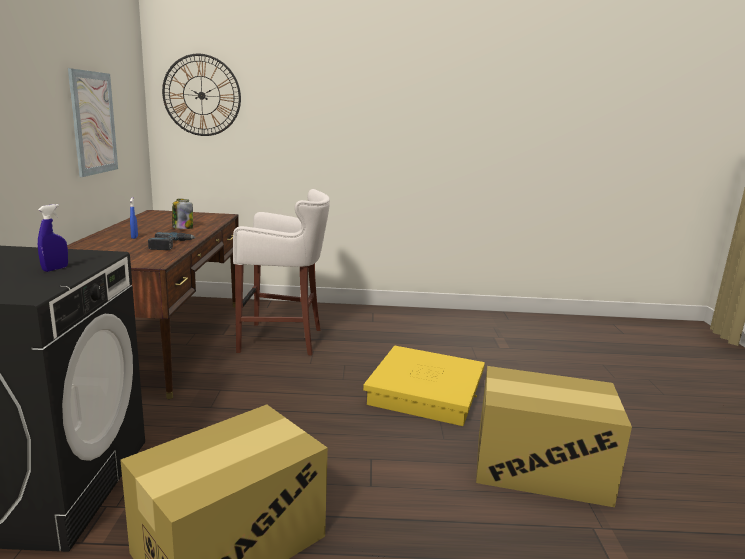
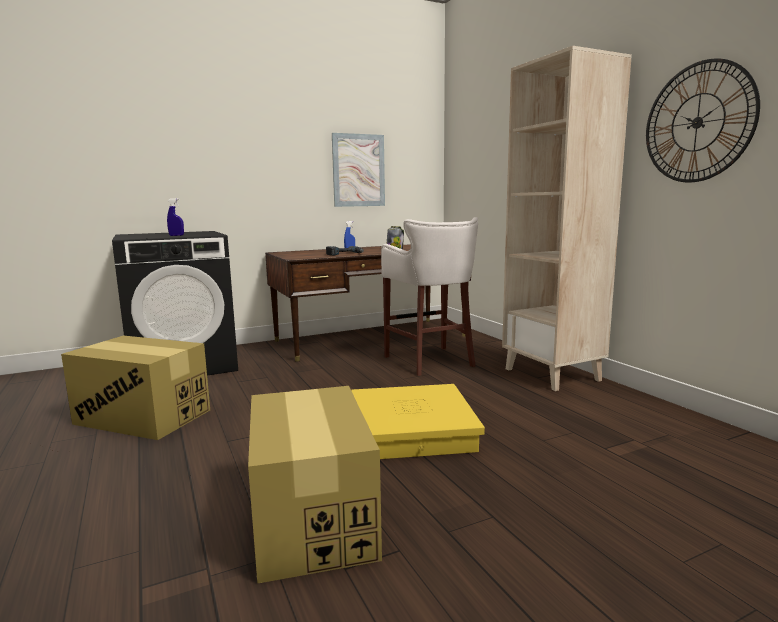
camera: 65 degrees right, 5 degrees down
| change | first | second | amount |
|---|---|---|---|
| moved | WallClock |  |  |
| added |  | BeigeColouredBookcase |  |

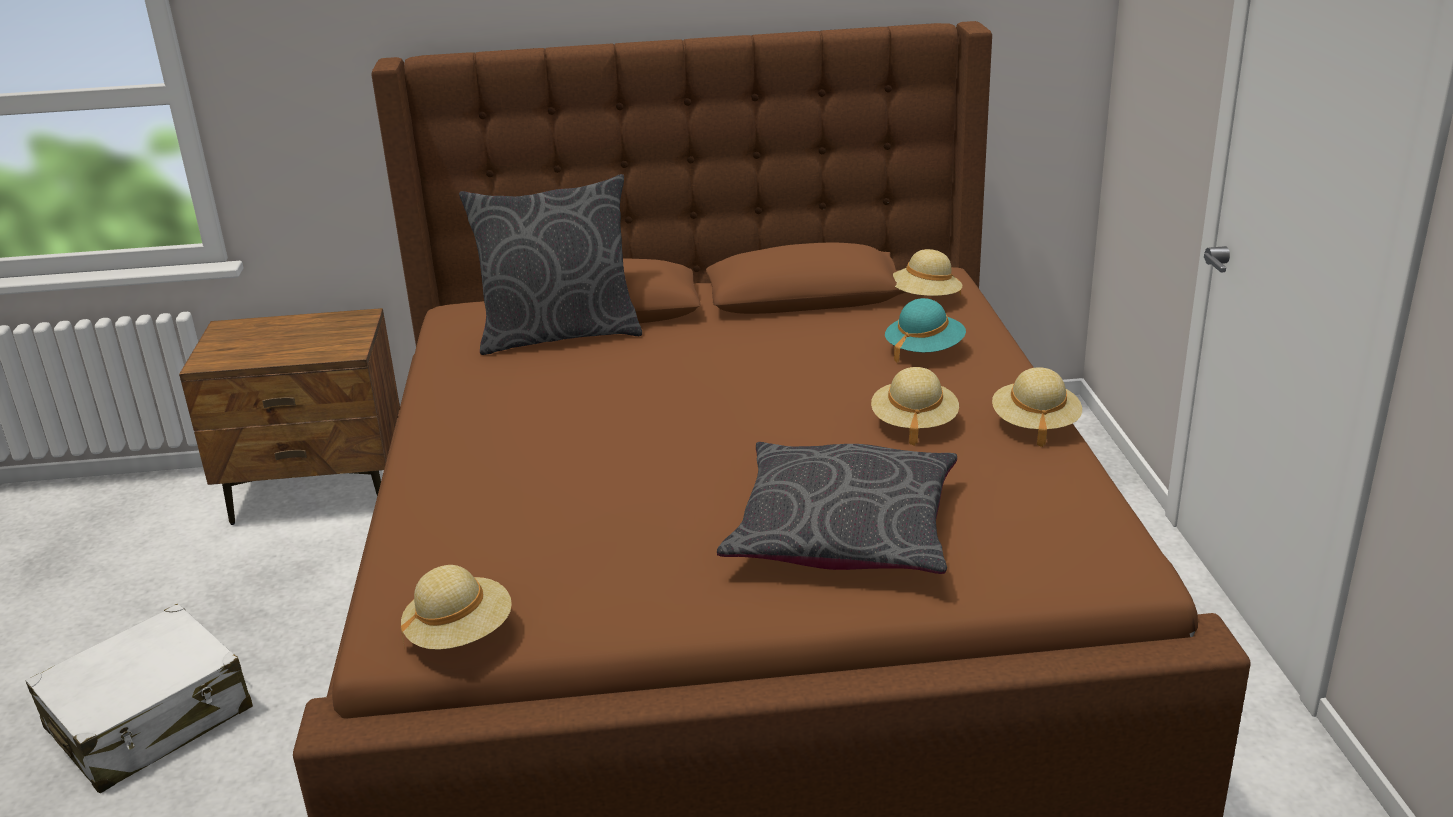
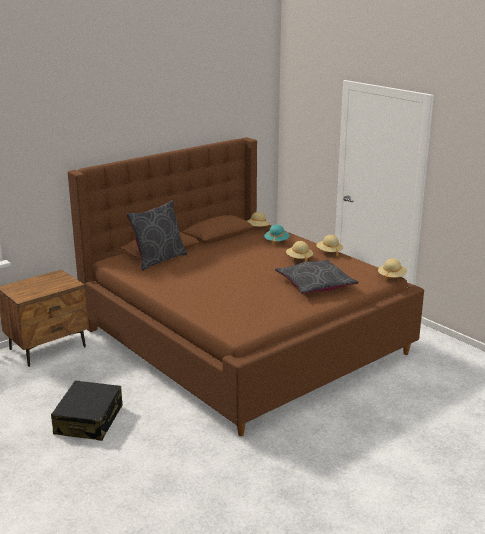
camera: 35 degrees left, 5 degrees down
| change | first | second | amount |
|---|---|---|---|
| moved | BeigeColouredClothingHat (1st from left in the first image) | BeigeColouredClothingHat (4th from left) |  |
| recoloured | WhiteSuitcase | BlackColouredSuitcase |  |

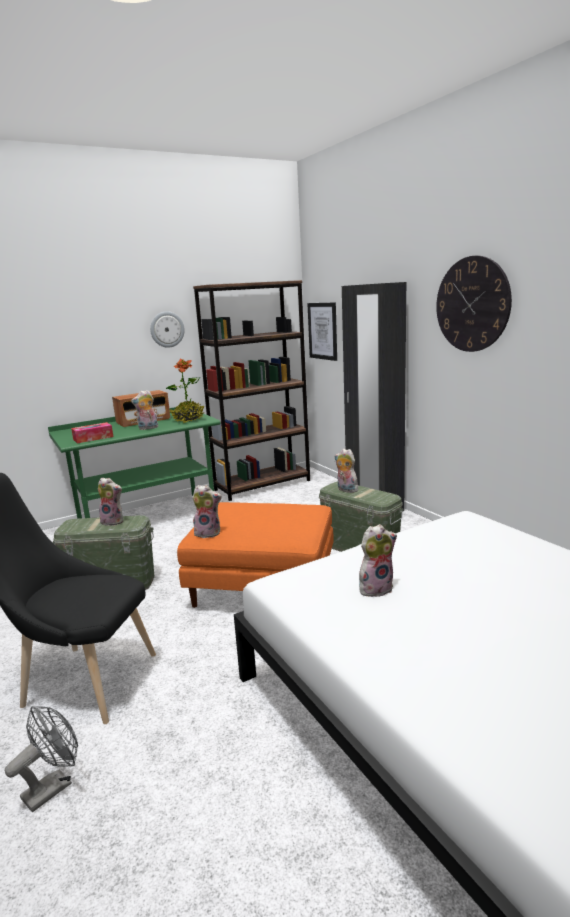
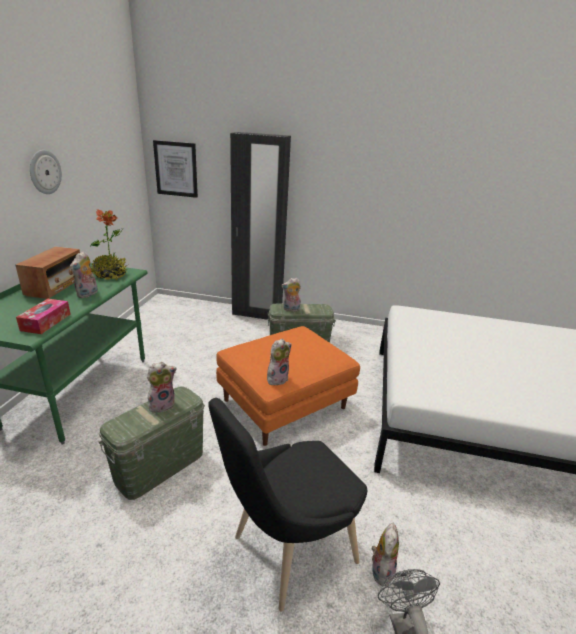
camera: 50 degrees left, 10 degrees up
| change | first | second | amount |
|---|---|---|---|
| removed | WallClock (2nd from left) |  |  |
| removed | BrownishBookcase |  |  |
| moved | CuddlyToy (5th from left) |  |  |

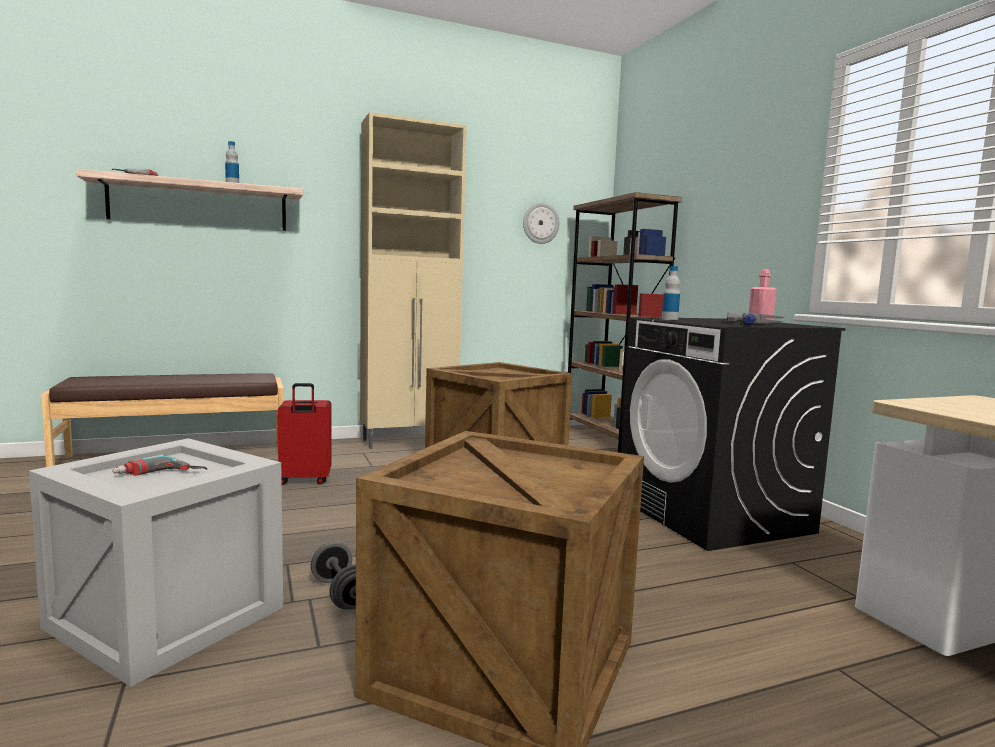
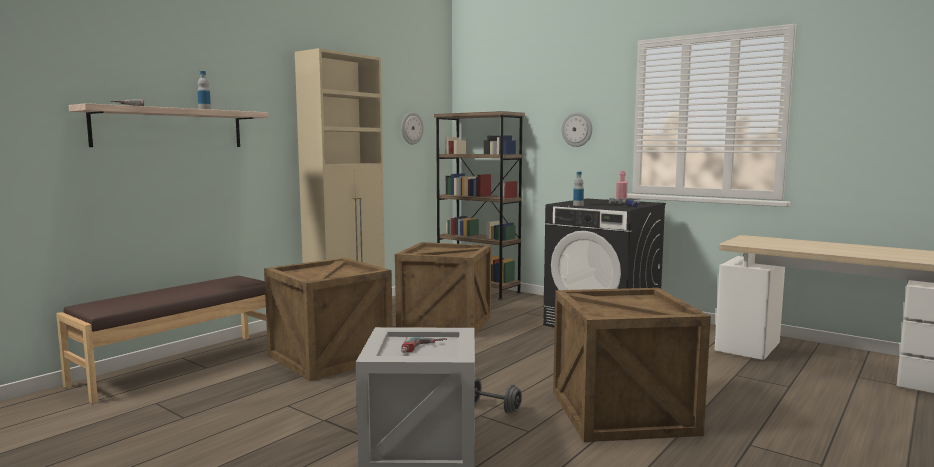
camera: 30 degrees left, 0 degrees up
| change | first | second | amount |
|---|---|---|---|
| replaced | ReddishSuitcase | Crate (1st from left) |  |
| added |  | WallClock (2nd from left) |  |

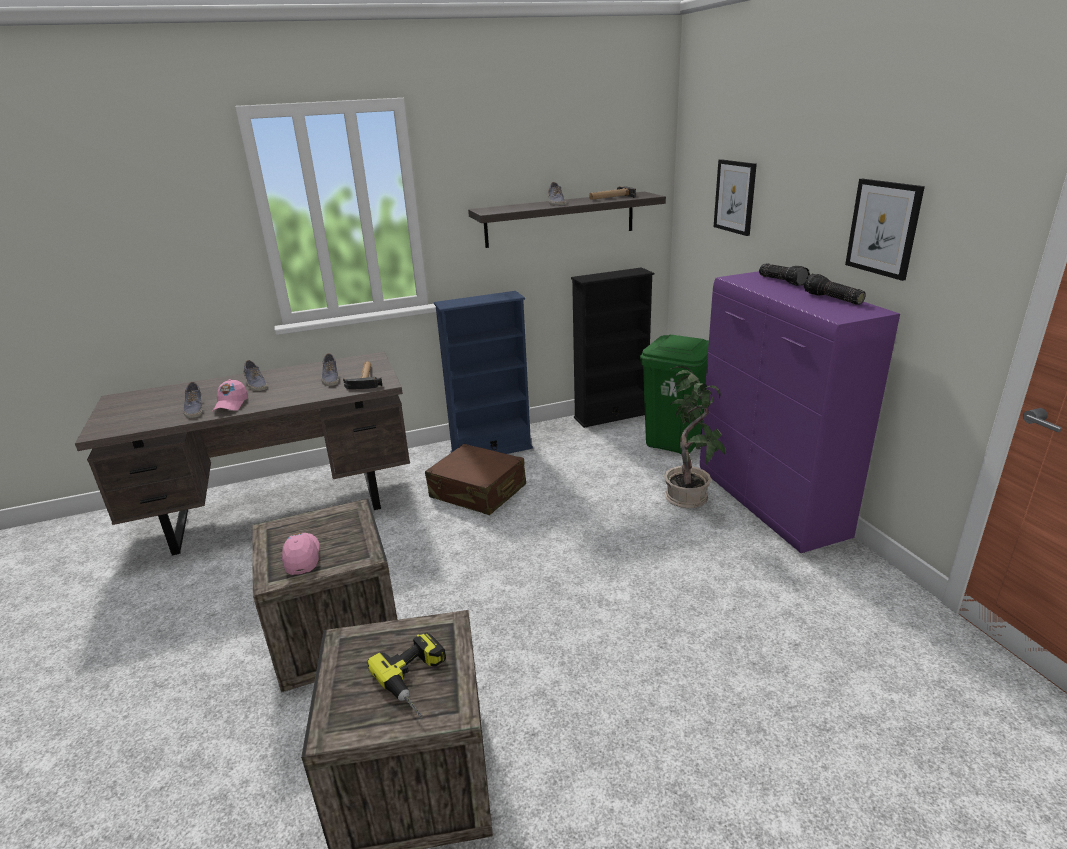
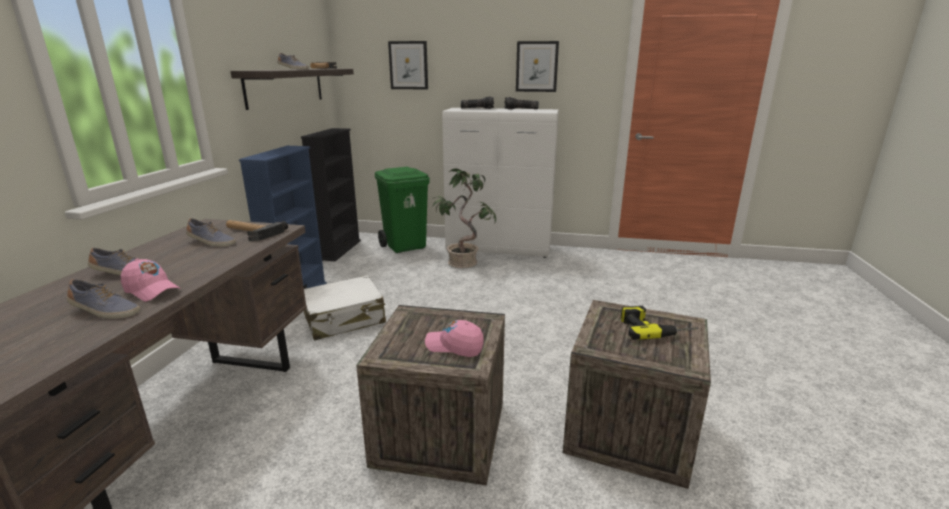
camera: 60 degrees left, 5 degrees down
| change | first | second | amount |
|---|---|---|---|
| recoloured | PurpleStorageCabinet | WhiteStorageCabinet |  |
| recoloured | BrownishSuitcase | WhiteSuitcase |  |

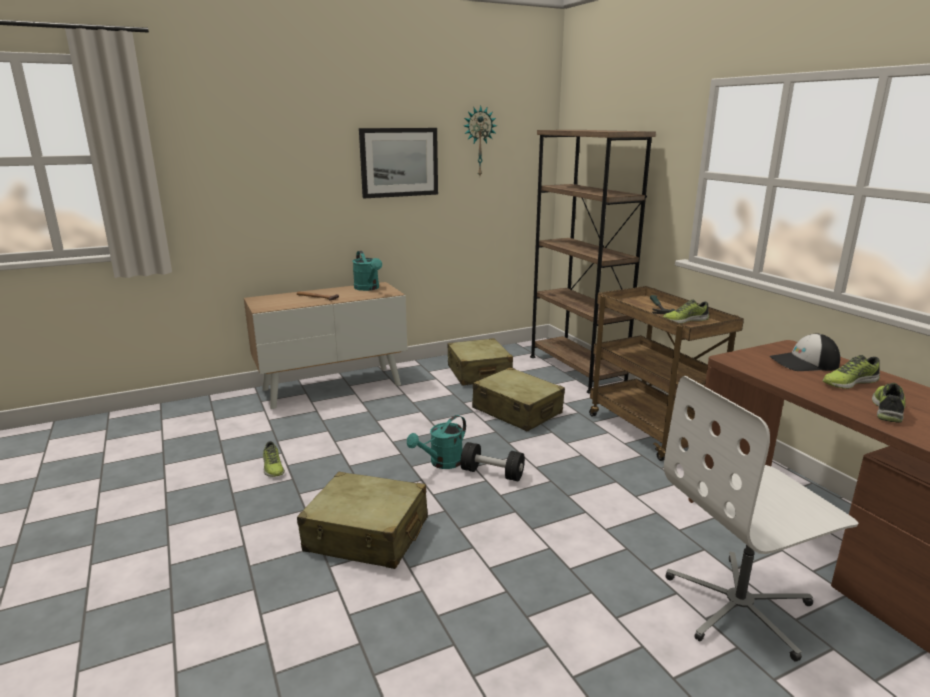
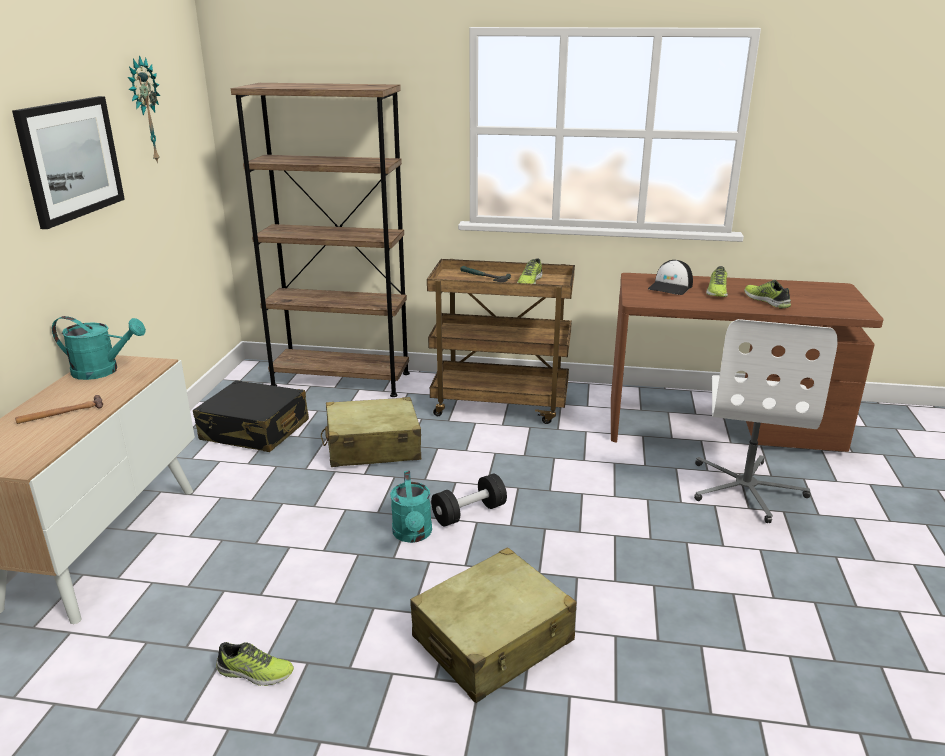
camera: 55 degrees left, 5 degrees up
| change | first | second | amount |
|---|---|---|---|
| recoloured | BeigeColouredSuitcase (2nd from left) | BlackColouredSuitcase |  |

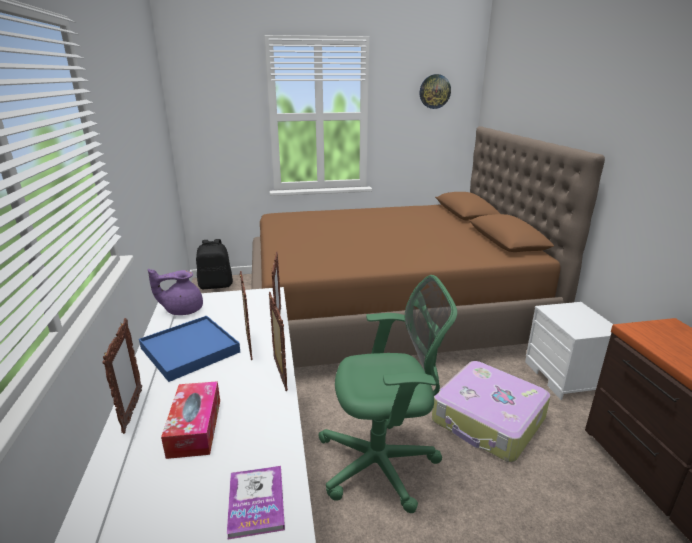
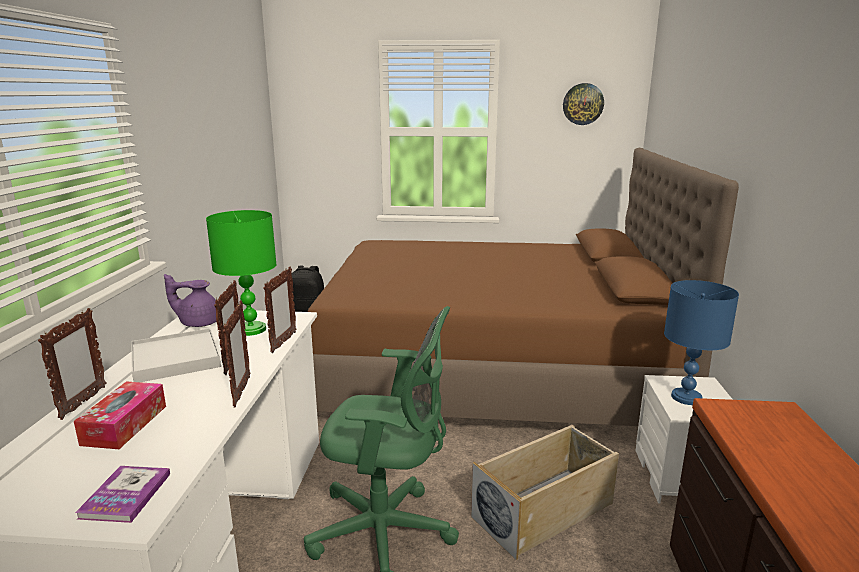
camera: 15 degrees right, 5 degrees down
| change | first | second | amount |
|---|---|---|---|
| recoloured | BlueColouredTray | WhiteTray |  |
| replaced | Suitcase | BeigeColouredStorageBox |  |
| added |  | GreenTableLamp |  |
| added |  | BlueColouredTableLamp |  |

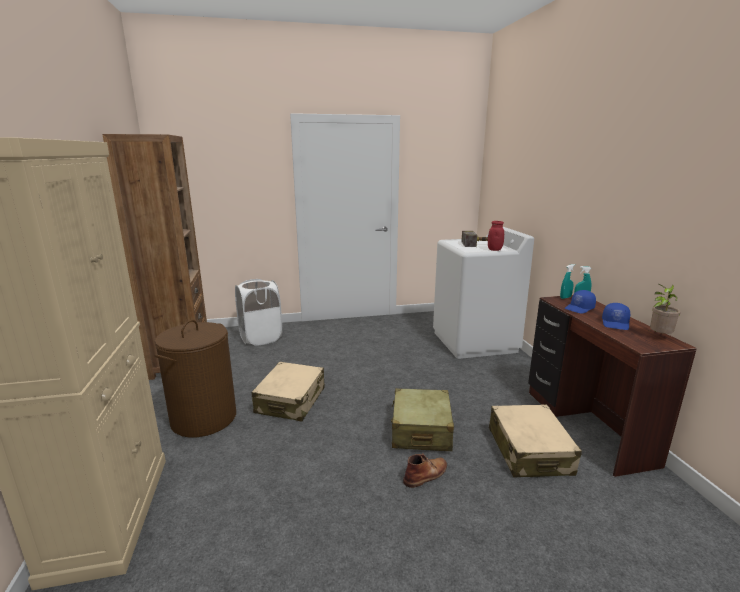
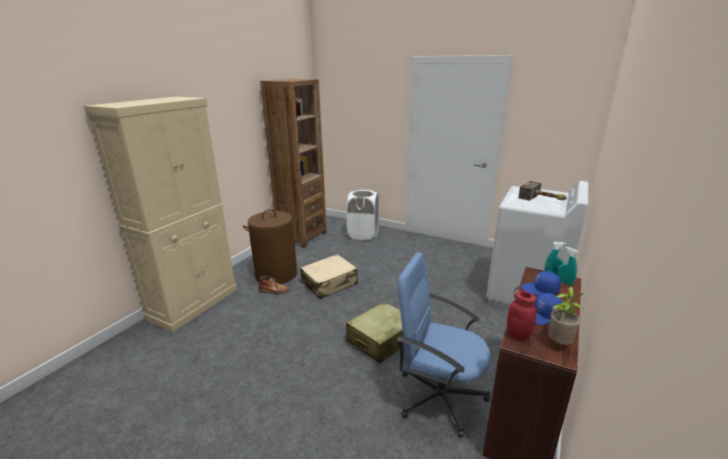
camera: 40 degrees right, 5 degrees up
| change | first | second | amount |
|---|---|---|---|
| moved | ReddishJar |  |  |
| replaced | BeigeColouredSuitcase (3rd from left) | BlueColouredComputerChair |  |
| moved | BrownishHighTopBoot |  |  |

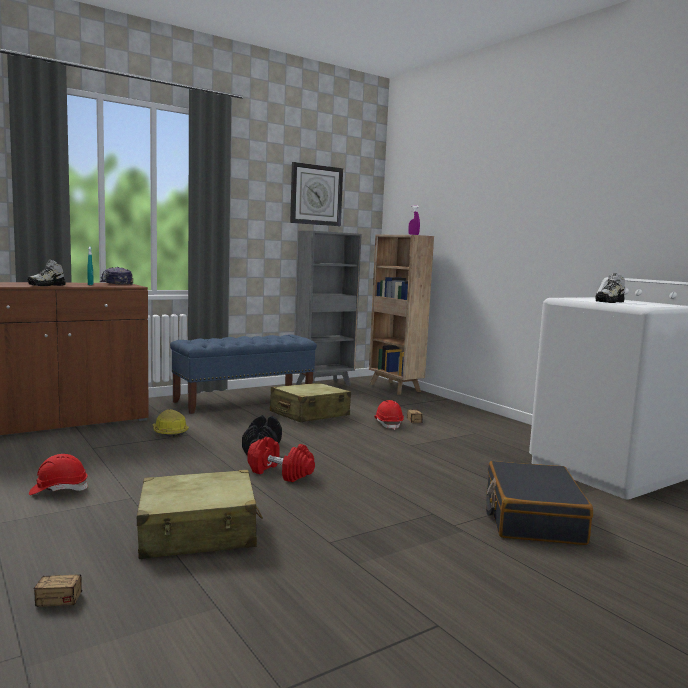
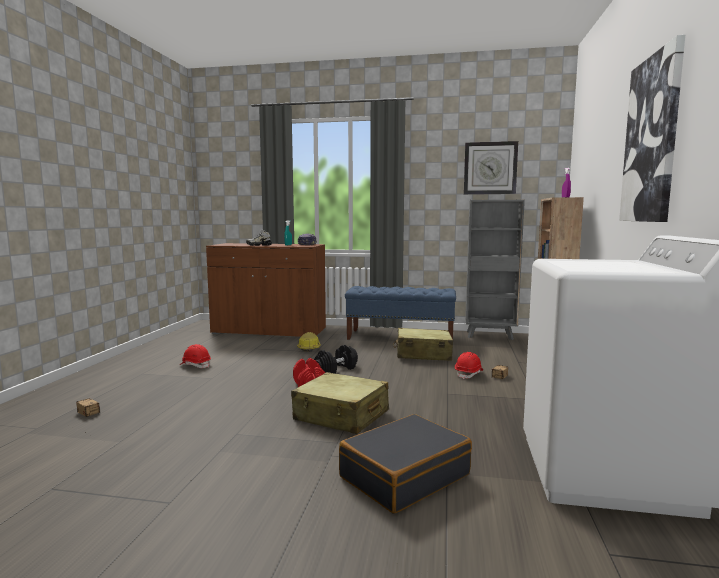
camera: 45 degrees right, 0 degrees up
| change | first | second | amount |
|---|---|---|---|
| removed | ItemOfFootwear (2nd from left) |  |  |
| moved | BeigeColouredSuitcase (1st from left) |  |  |
| added |  | WallArt |  |

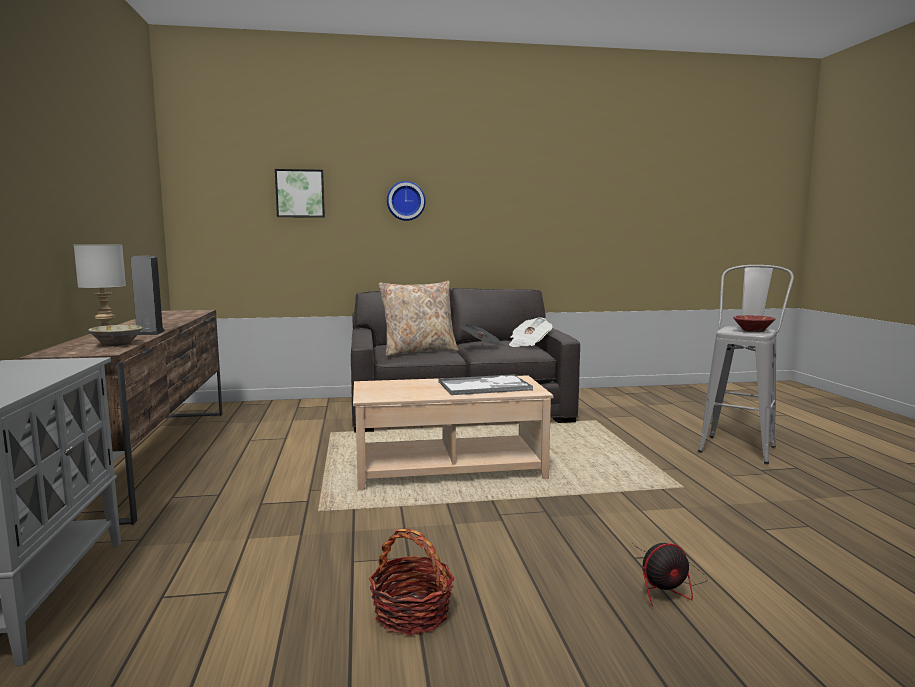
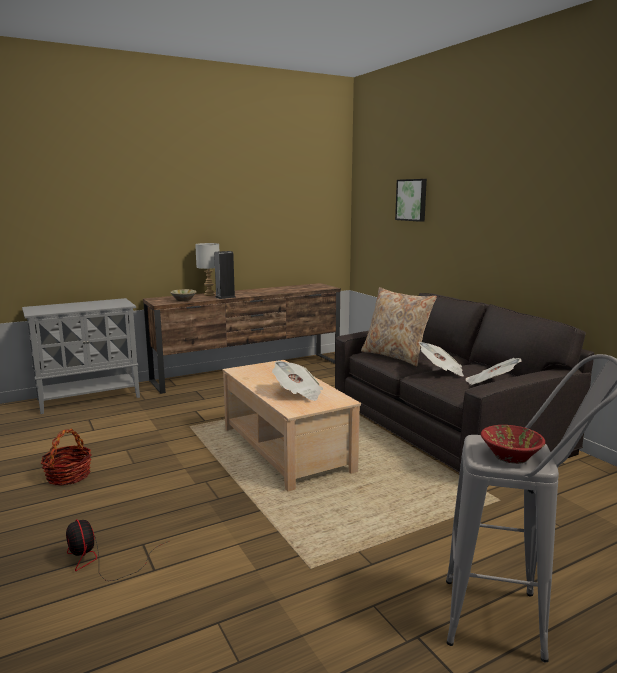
camera: 70 degrees right, 5 degrees up
| change | first | second | amount |
|---|---|---|---|
| removed | WallClock |  |  |
| replaced | Tray | DailyPaper (1st from left) |  |

